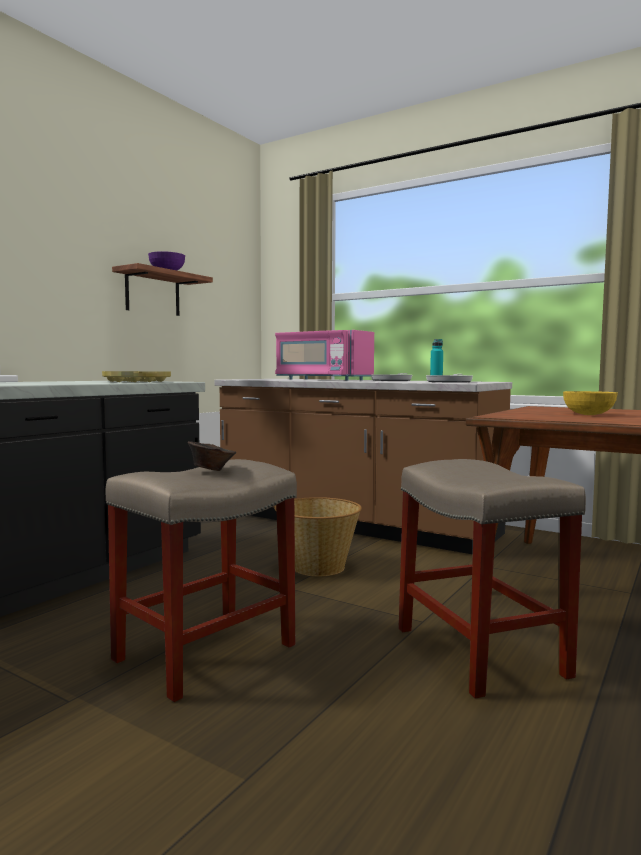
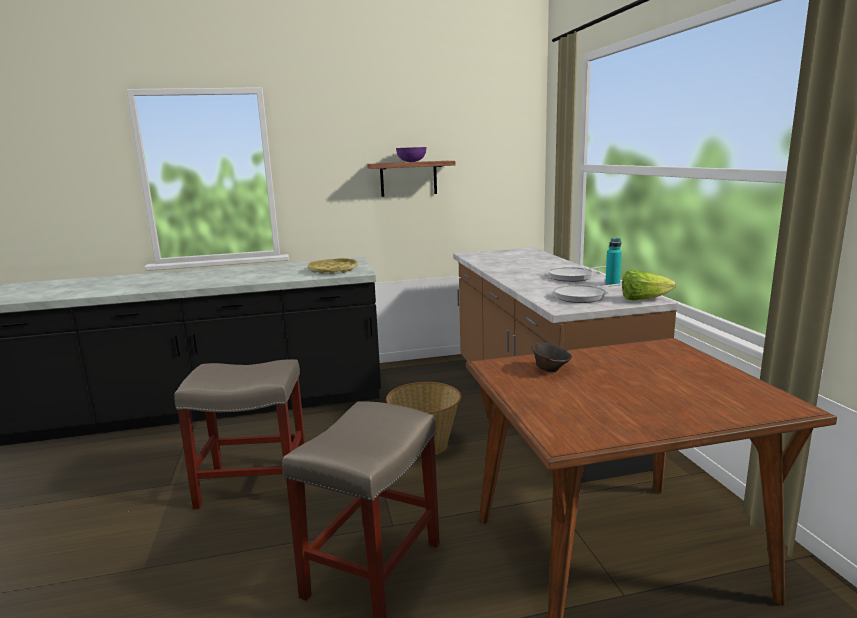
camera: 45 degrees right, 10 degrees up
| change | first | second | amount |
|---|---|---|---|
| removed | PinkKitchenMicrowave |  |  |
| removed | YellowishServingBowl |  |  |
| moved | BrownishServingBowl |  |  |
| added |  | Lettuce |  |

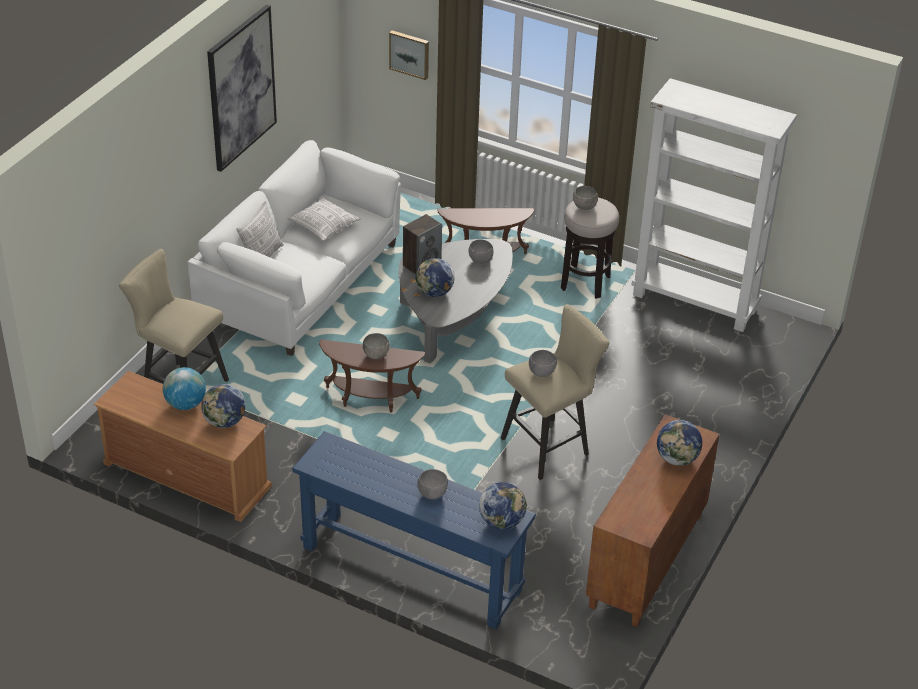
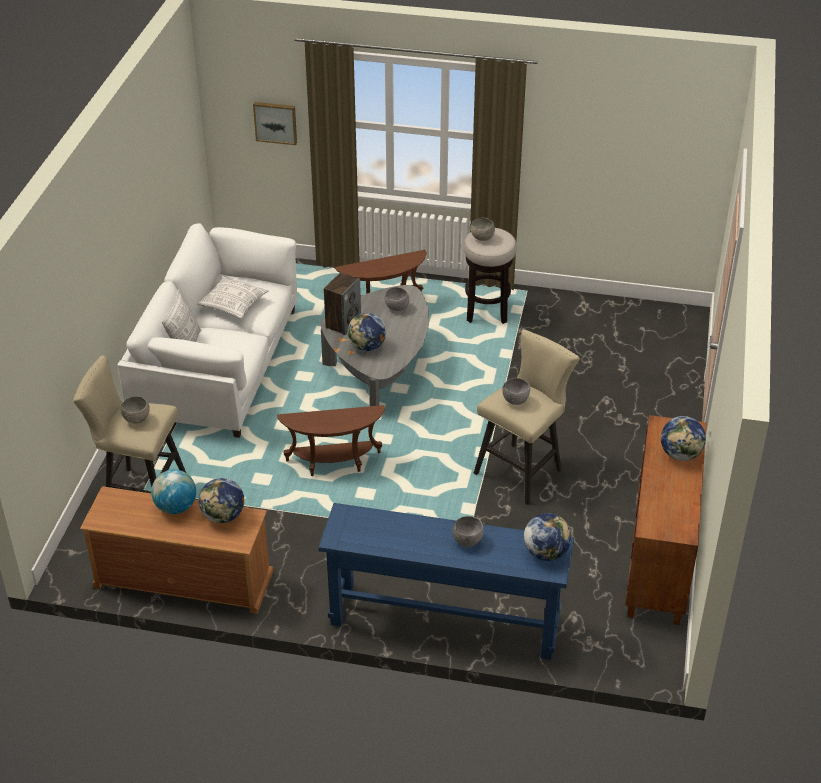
camera: 15 degrees left, 0 degrees up
| change | first | second | amount |
|---|---|---|---|
| removed | WallArt (1st from left) |  |  |
| removed | WhiteBookcase |  |  |
| moved | GrayServingBowl (1st from left) |  |  |

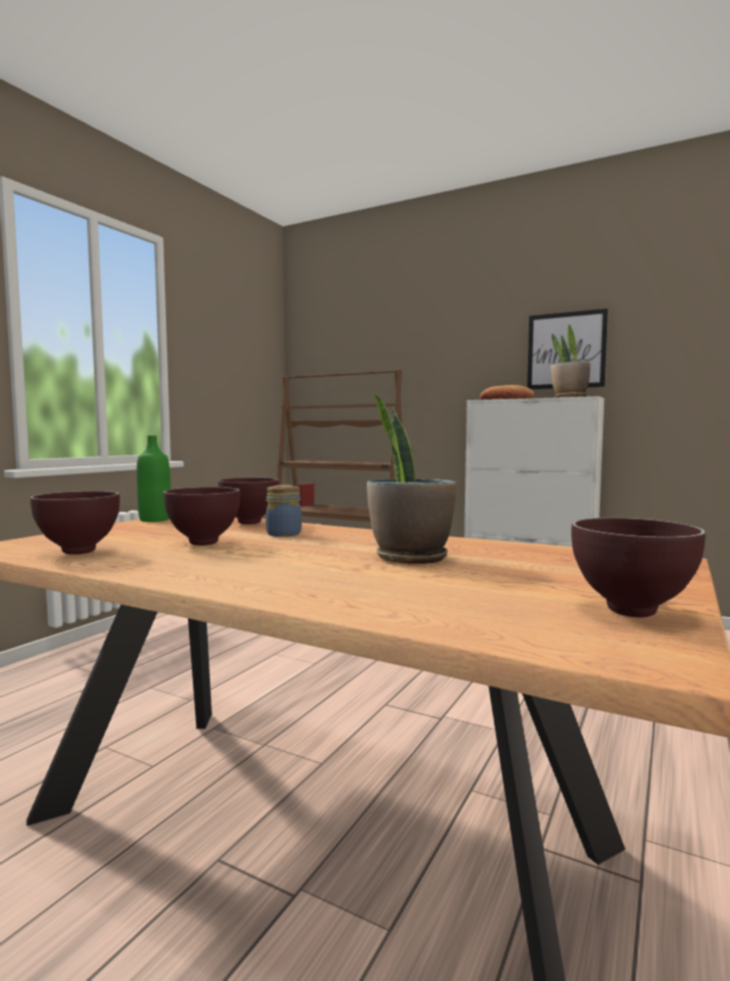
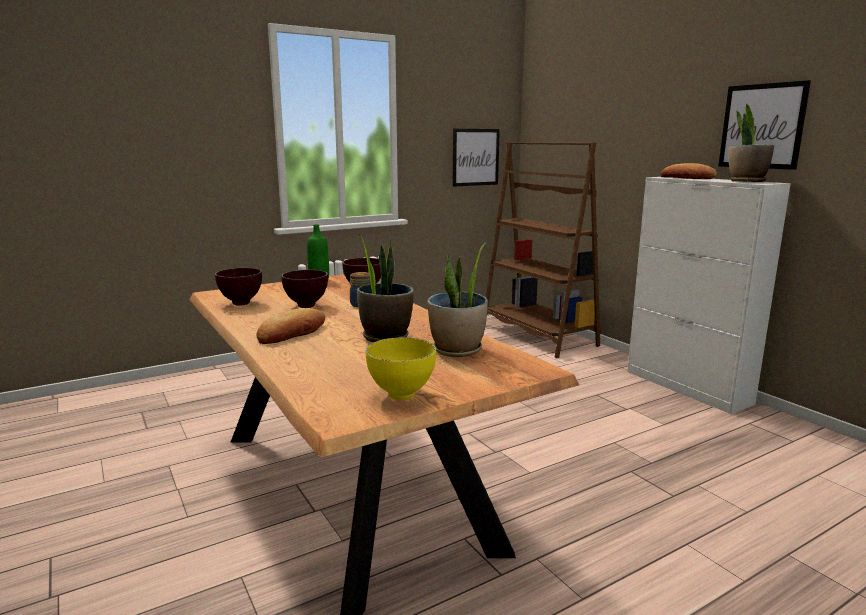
camera: 30 degrees right, 10 degrees up
| change | first | second | amount |
|---|---|---|---|
| recoloured | BrownishServingBowl (4th from left) | YellowishServingBowl |  |
| added |  | WallArt (1st from left) |  |
| added |  | PottedPlant (2nd from left) |  |
| added |  | BakeryBread (1st from left) |  |

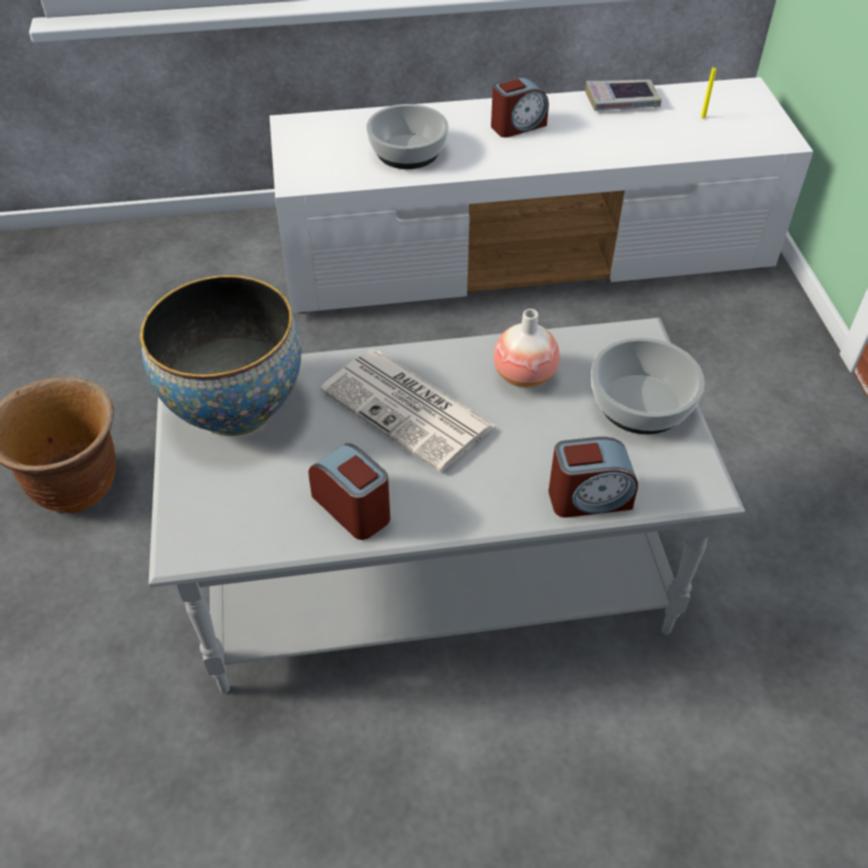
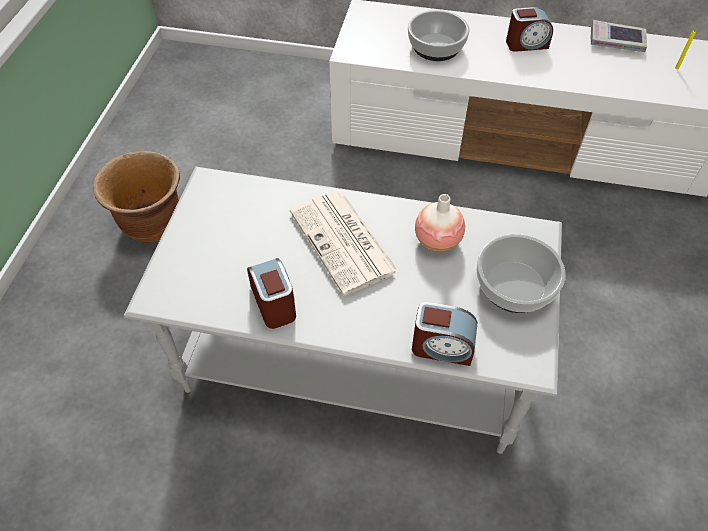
camera: 20 degrees right, 5 degrees up
| change | first | second | amount |
|---|---|---|---|
| removed | ServingBowl (1st from left) |  |  |

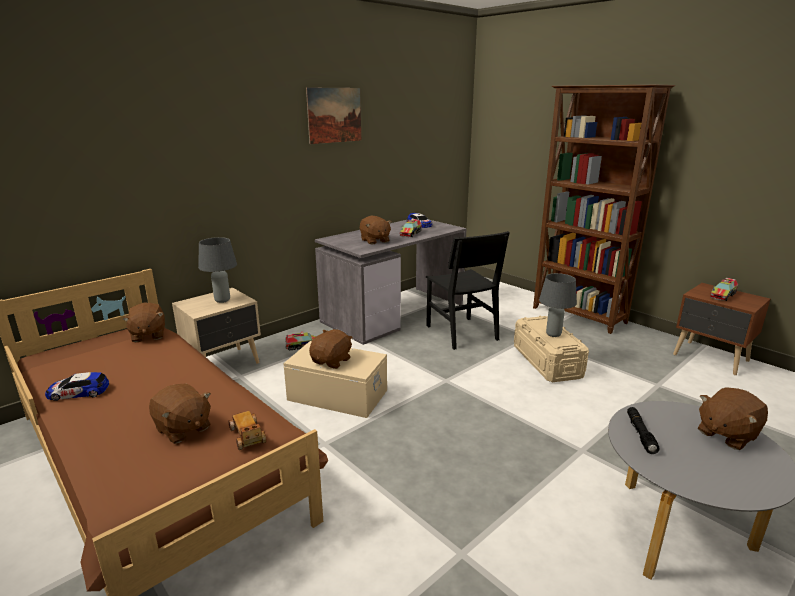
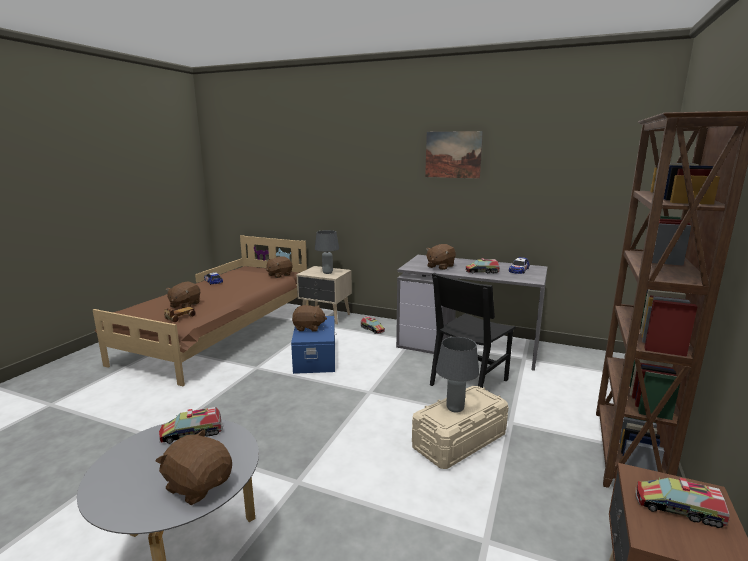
camera: 65 degrees right, 5 degrees down
| change | first | second | amount |
|---|---|---|---|
| recoloured | BeigeColouredStorageBox (1st from left) | BlueColouredStorageBox |  |
| replaced | BlackColouredTorch | ToyLorry (1st from left) |  |

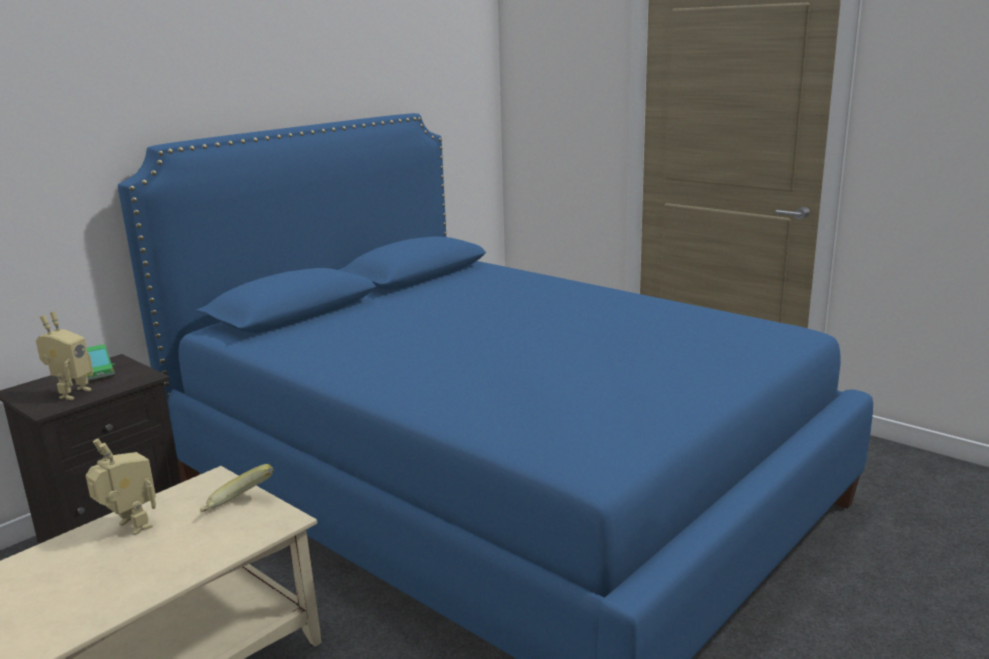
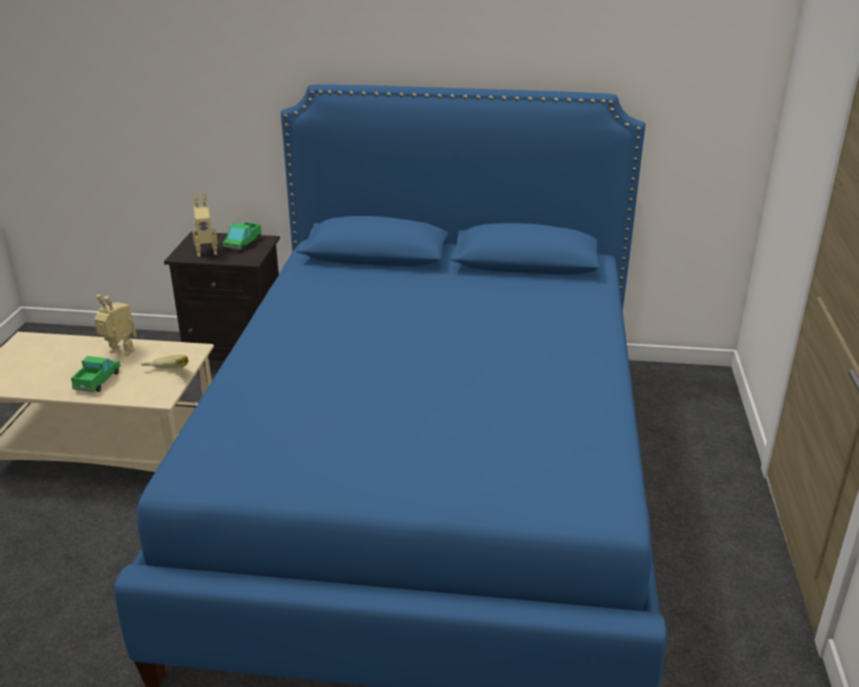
camera: 55 degrees right, 10 degrees up
| change | first | second | amount |
|---|---|---|---|
| turned | RobotFigure (2nd from left in the first image) | RobotFigure (1st from left) | 75 degrees counterclockwise |
| added |  | ToyLorry (1st from left) |  |

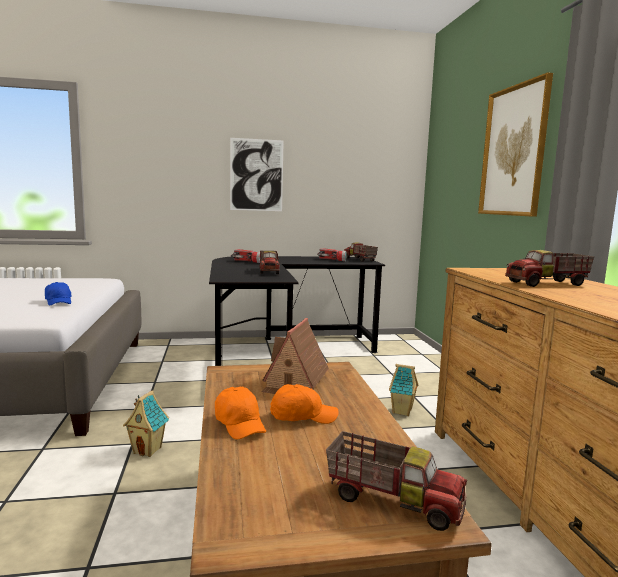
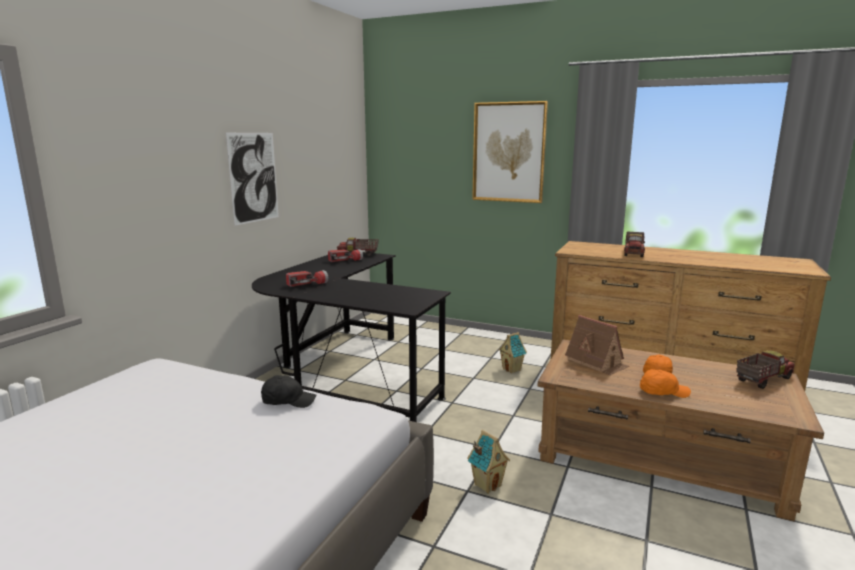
camera: 55 degrees left, 5 degrees up
| change | first | second | amount |
|---|---|---|---|
| removed | ToyLorry (1st from left) |  |  |
| recoloured | BlueColouredPeakedCap | BlackColouredPeakedCap |  |

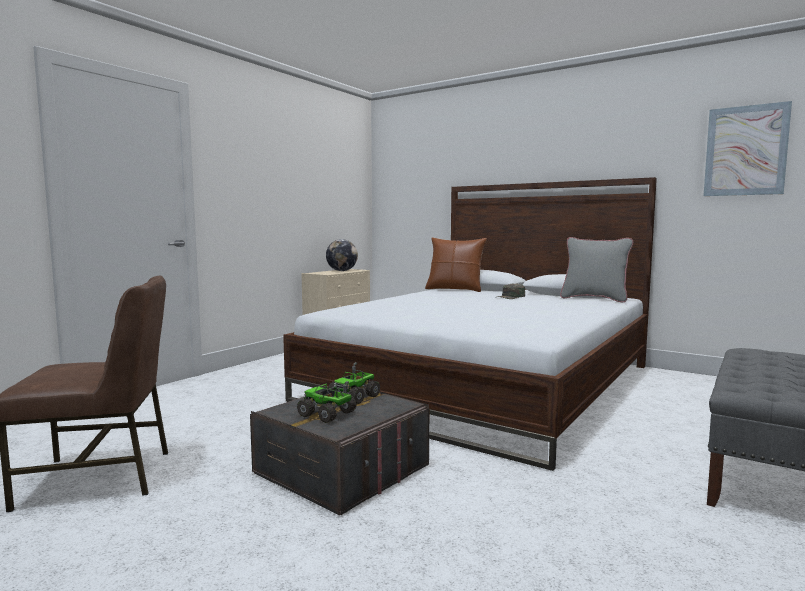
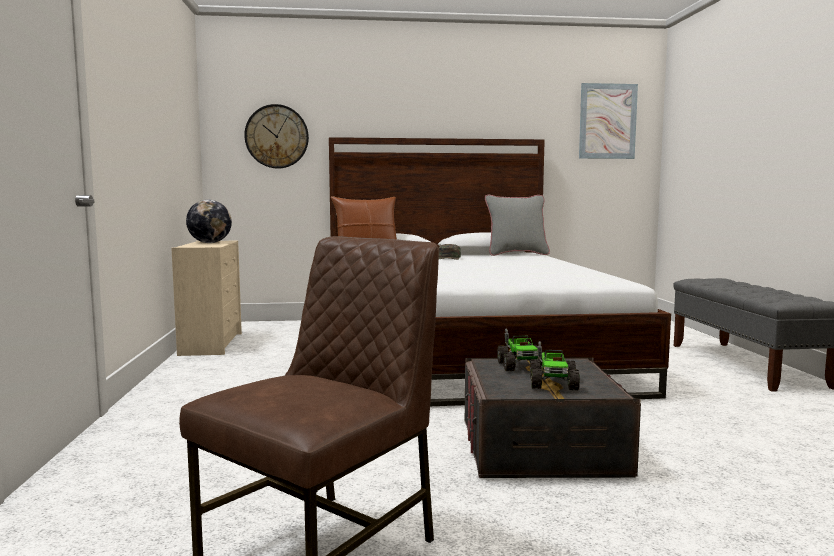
camera: 40 degrees left, 0 degrees up
| change | first | second | amount |
|---|---|---|---|
| turned | ToyLorry (1st from left in the first image) | ToyLorry (2nd from left) | 75 degrees counterclockwise |
| added |  | WallClock |  |

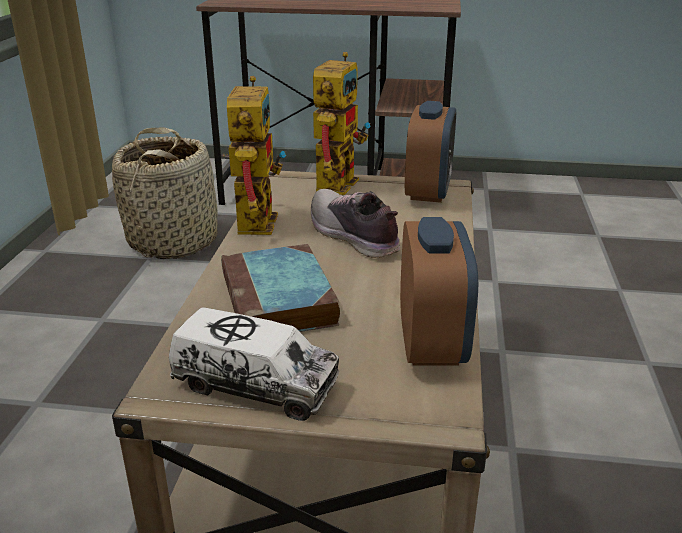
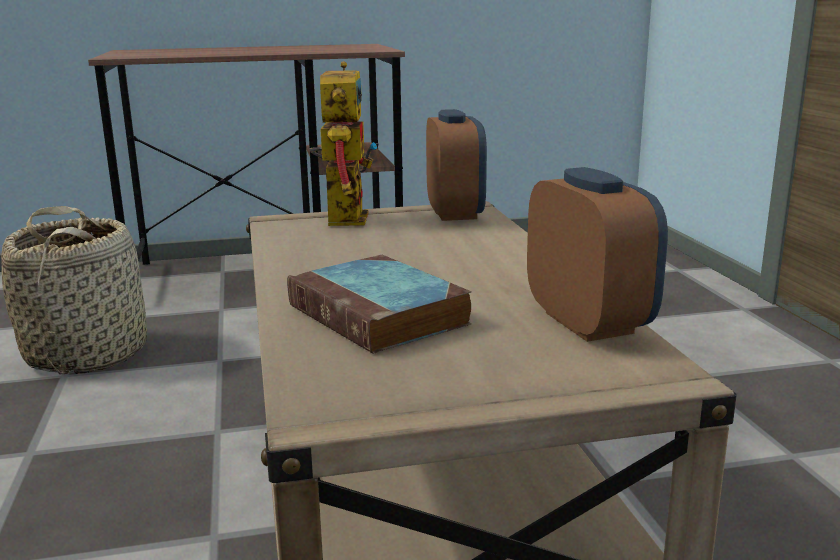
camera: 20 degrees left, 10 degrees down
| change | first | second | amount |
|---|---|---|---|
| removed | RobotFigure (1st from left) |  |  |
| removed | ItemOfFootwear |  |  |
| removed | ToyLorry |  |  |

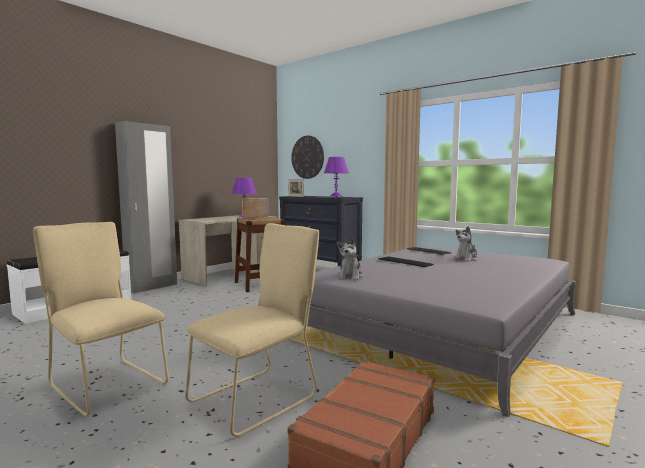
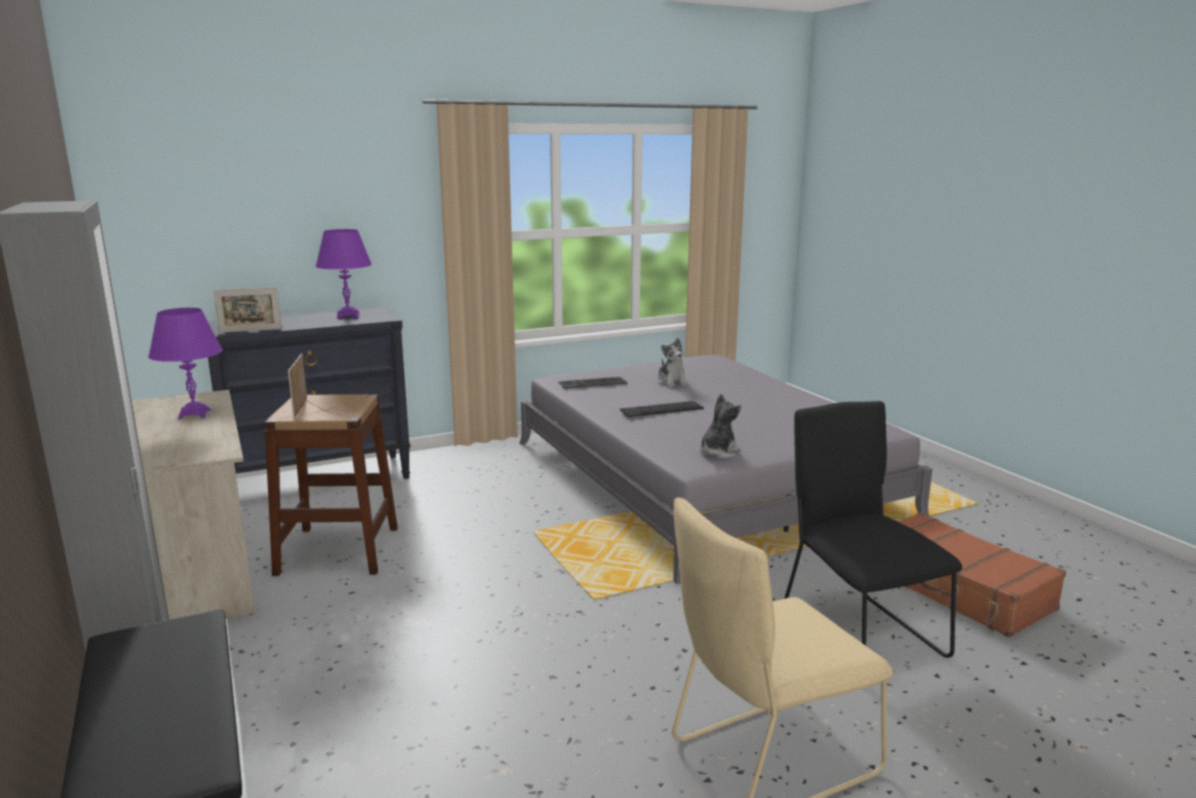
camera: 65 degrees left, 10 degrees up
| change | first | second | amount |
|---|---|---|---|
| removed | WallClock |  |  |
| recoloured | BeigeColouredUprightChair (2nd from left) | BlackColouredUprightChair |  |
| turned | CuddlyToy (1st from left in the first image) | CuddlyToy (2nd from left) | 90 degrees counterclockwise |

